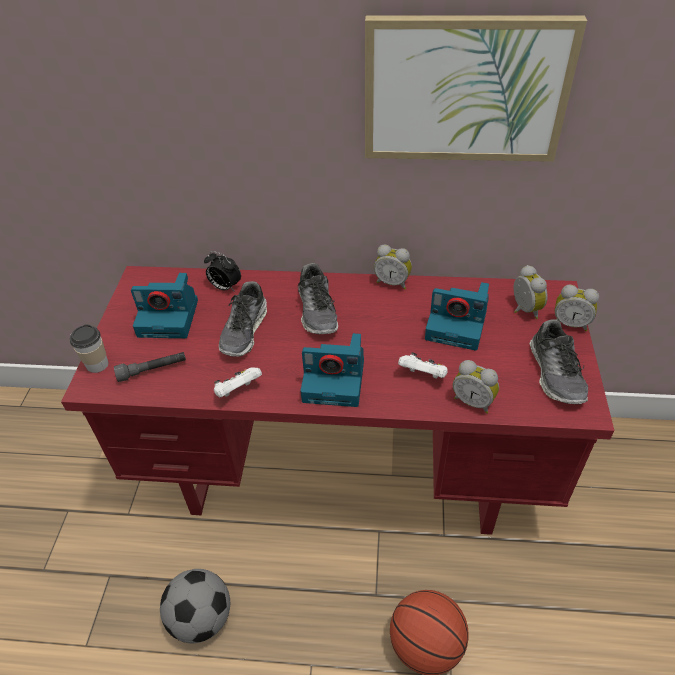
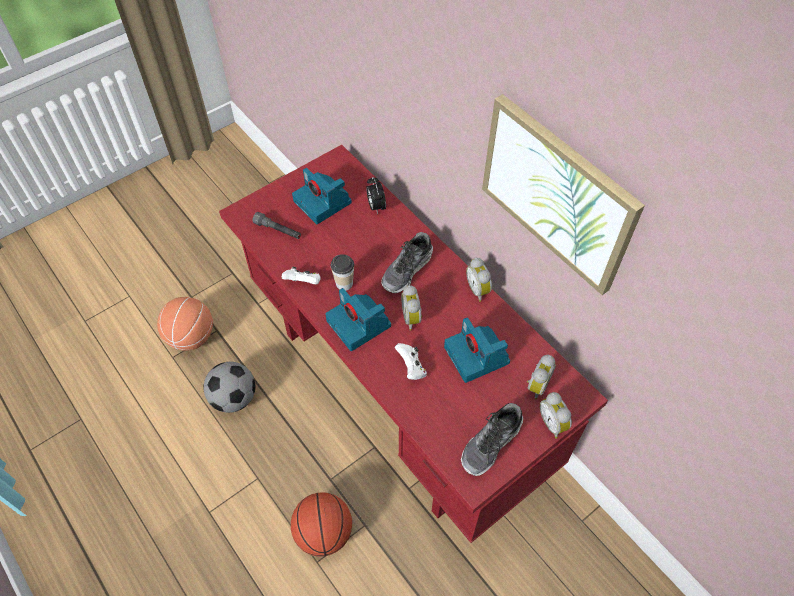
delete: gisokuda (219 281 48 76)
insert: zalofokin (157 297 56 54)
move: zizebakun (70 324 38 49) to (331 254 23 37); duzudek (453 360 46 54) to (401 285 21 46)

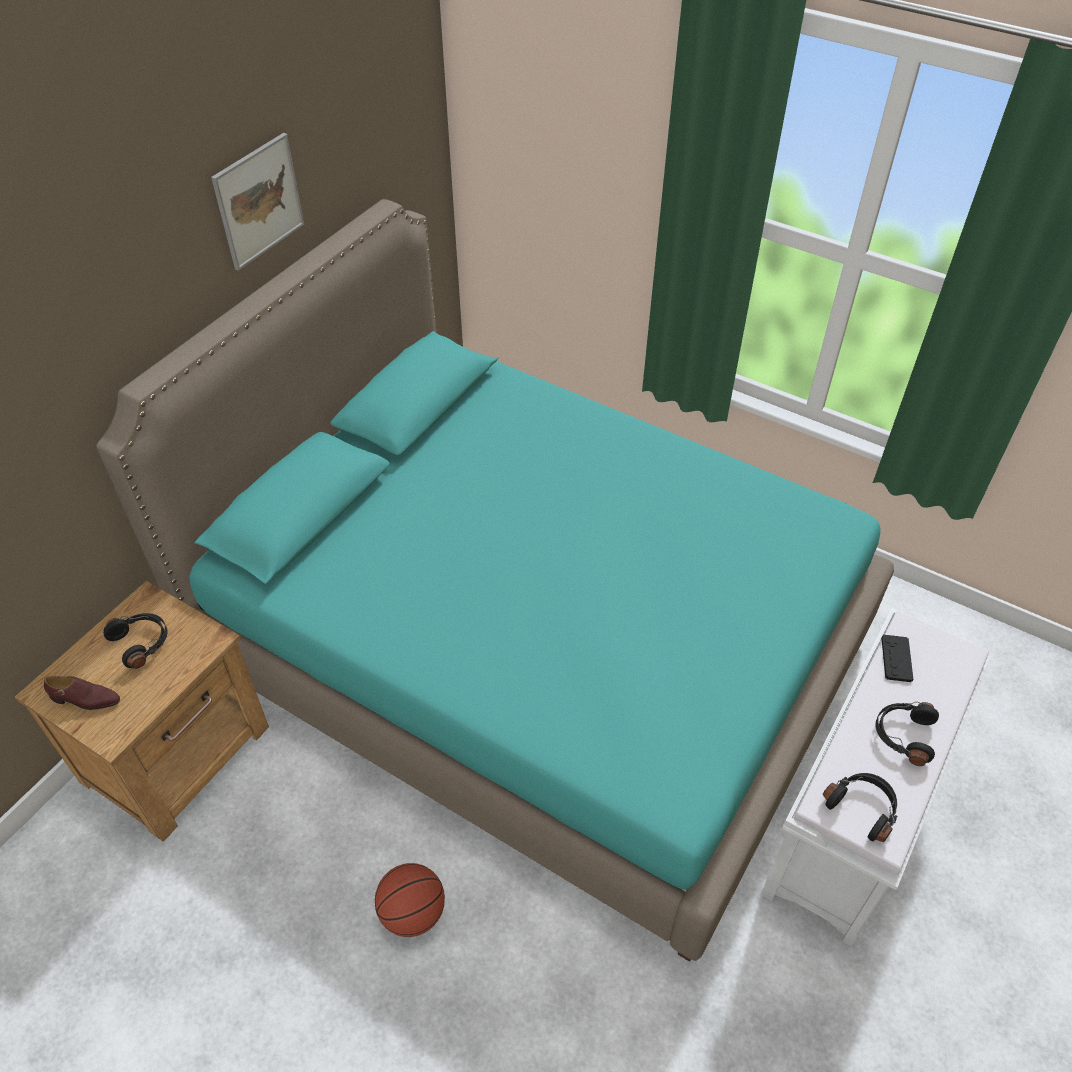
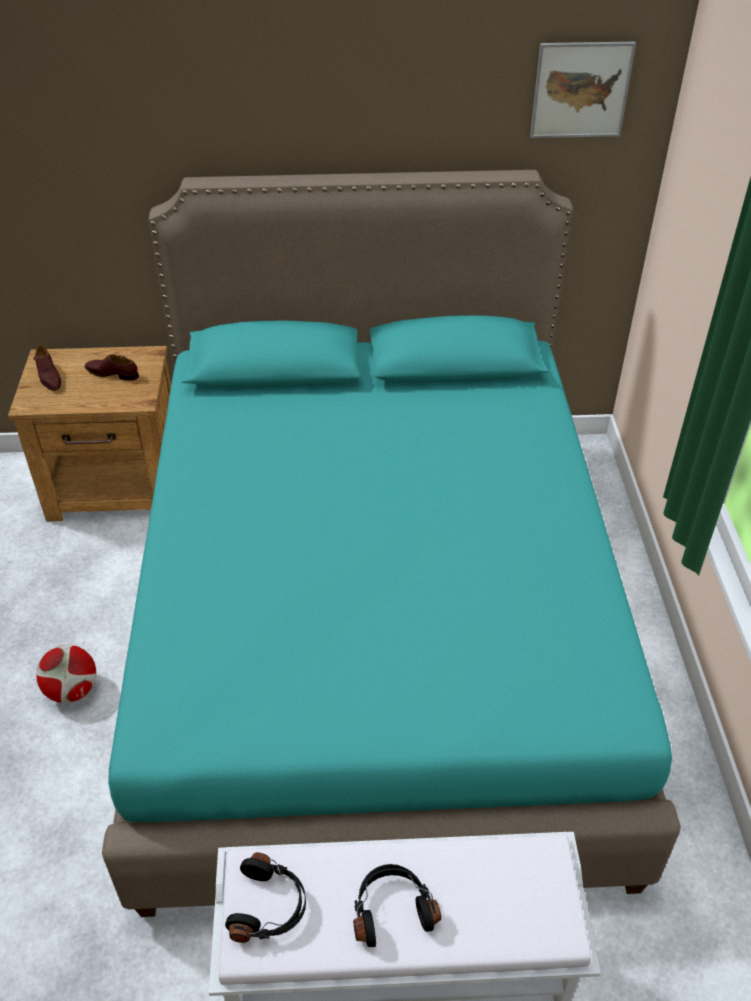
delete: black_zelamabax (881 635 32 47)
move: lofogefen (211 133 93 138) to (530 42 106 96)
replace: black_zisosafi (103 613 65 56) to brown_gisokuda (85 354 54 26); zalofokin (375 863 70 74) to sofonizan (36 644 60 59)

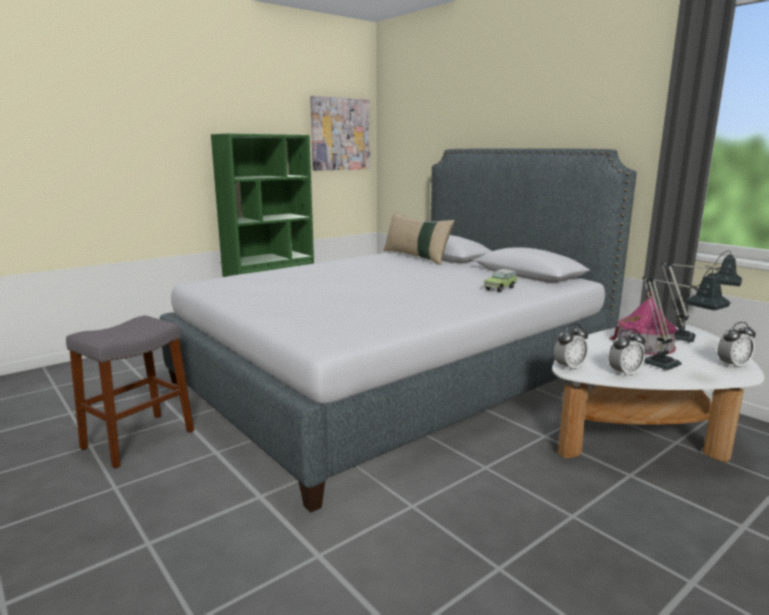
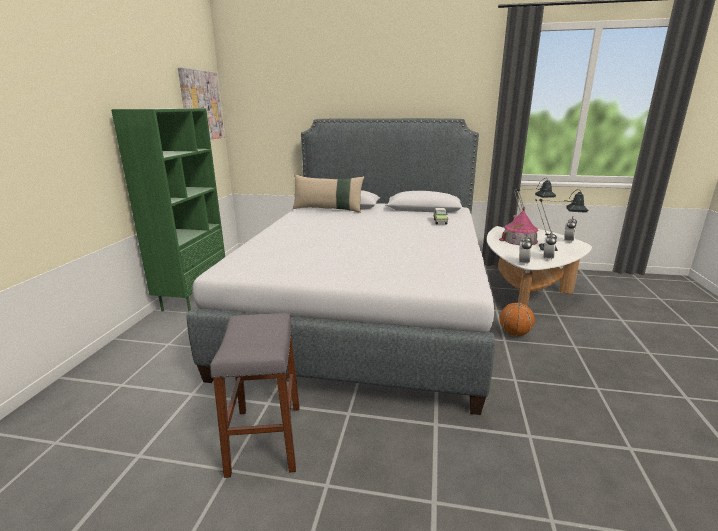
insert: zalofokin (499 303 36 33)

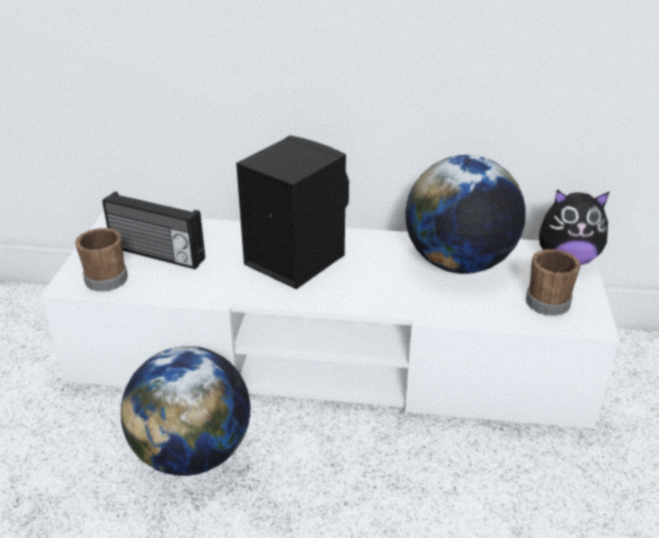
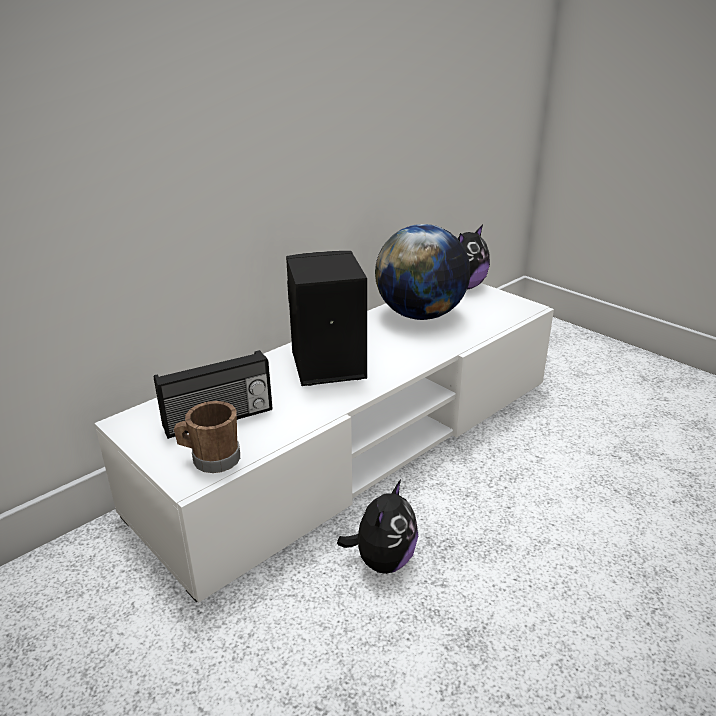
delete: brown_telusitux (526 249 55 67)
replace: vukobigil (121 346 130 130) to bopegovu (337 479 81 95)

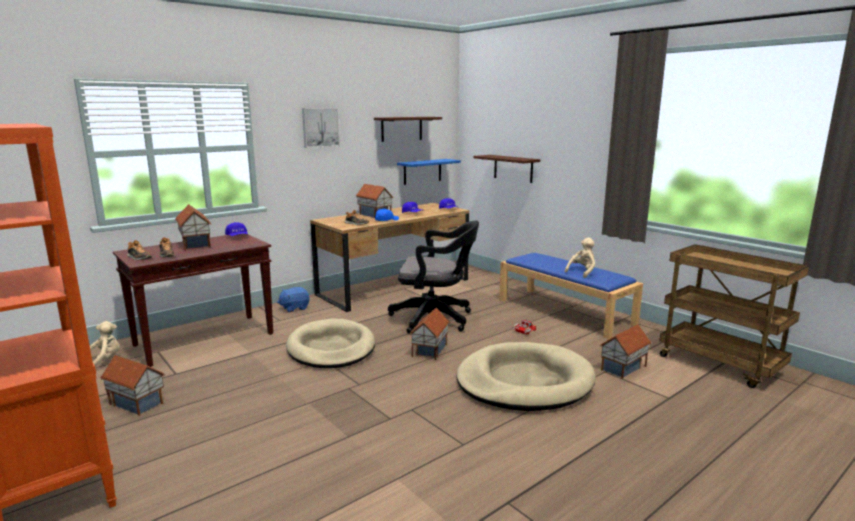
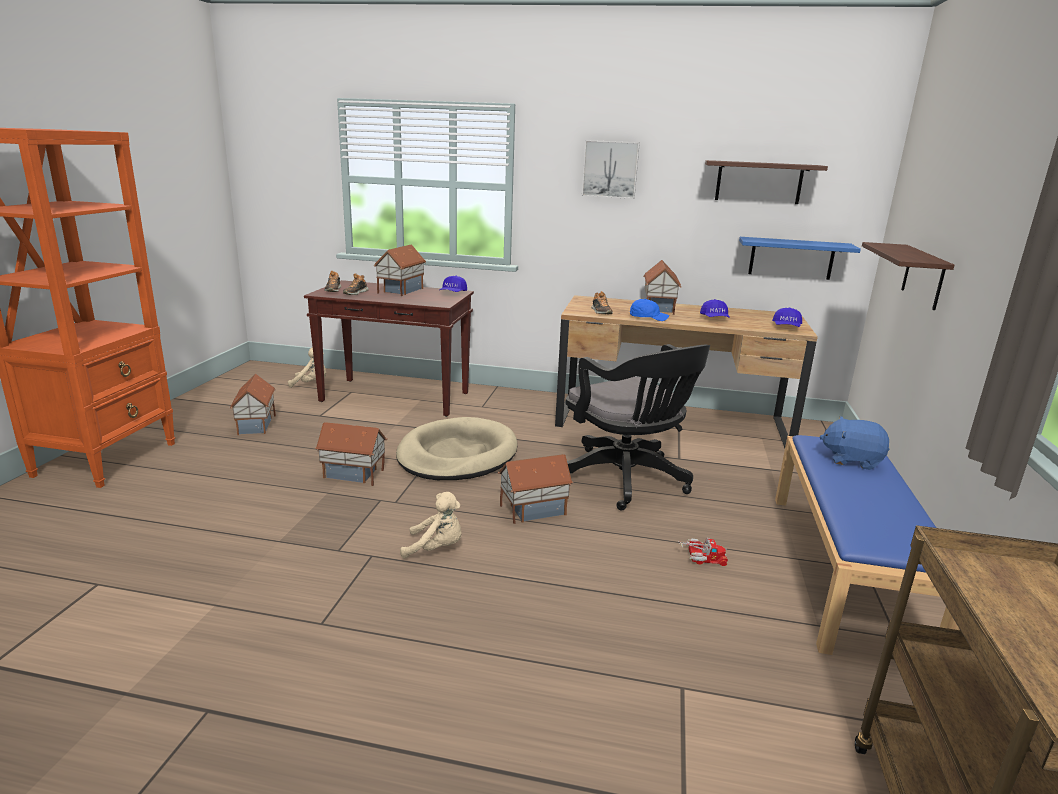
delete: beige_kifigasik (456 342 140 69)
move: beige_bopegovu (565 237 30 41) to (400 492 62 67); blue_bopegovu (277 287 33 25) to (820 416 69 54); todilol (600 324 51 55) to (315 422 73 64)

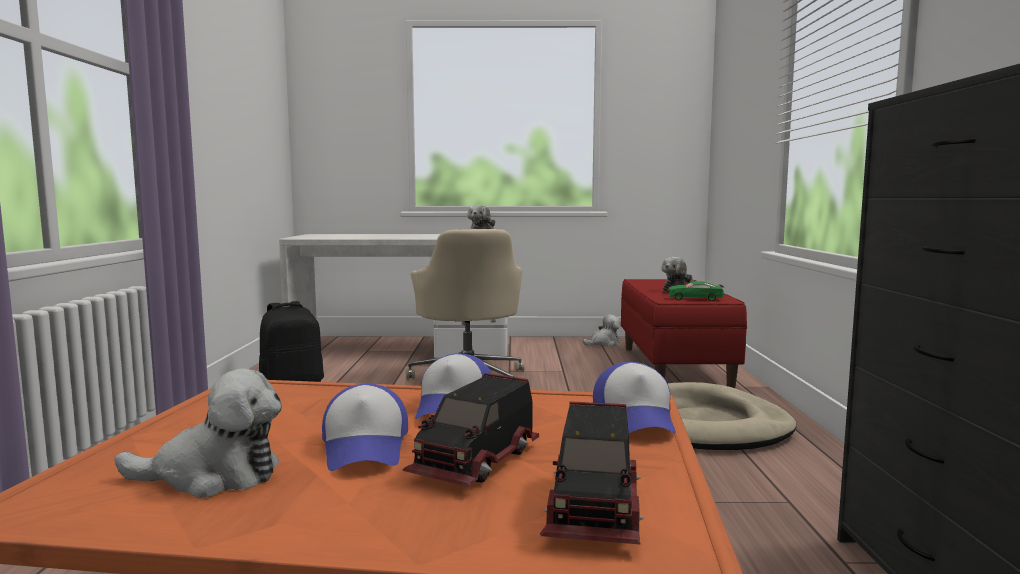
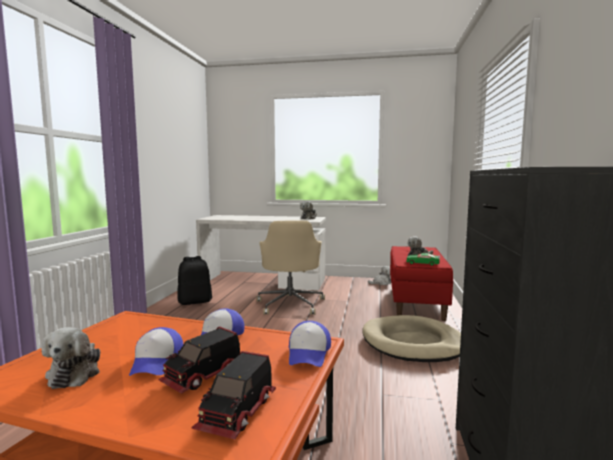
rotate: bopegovu (114 368 168 130) = (41 327 59 62) 75 degrees clockwise

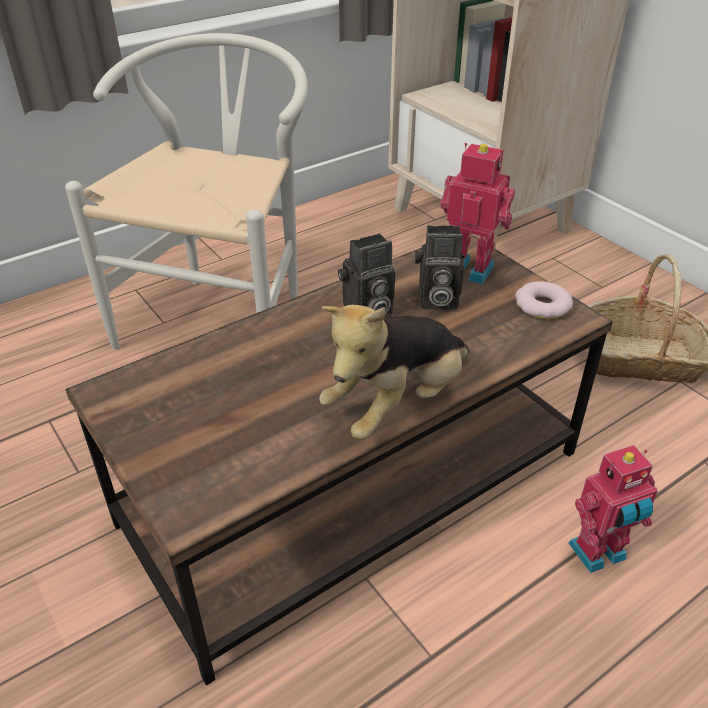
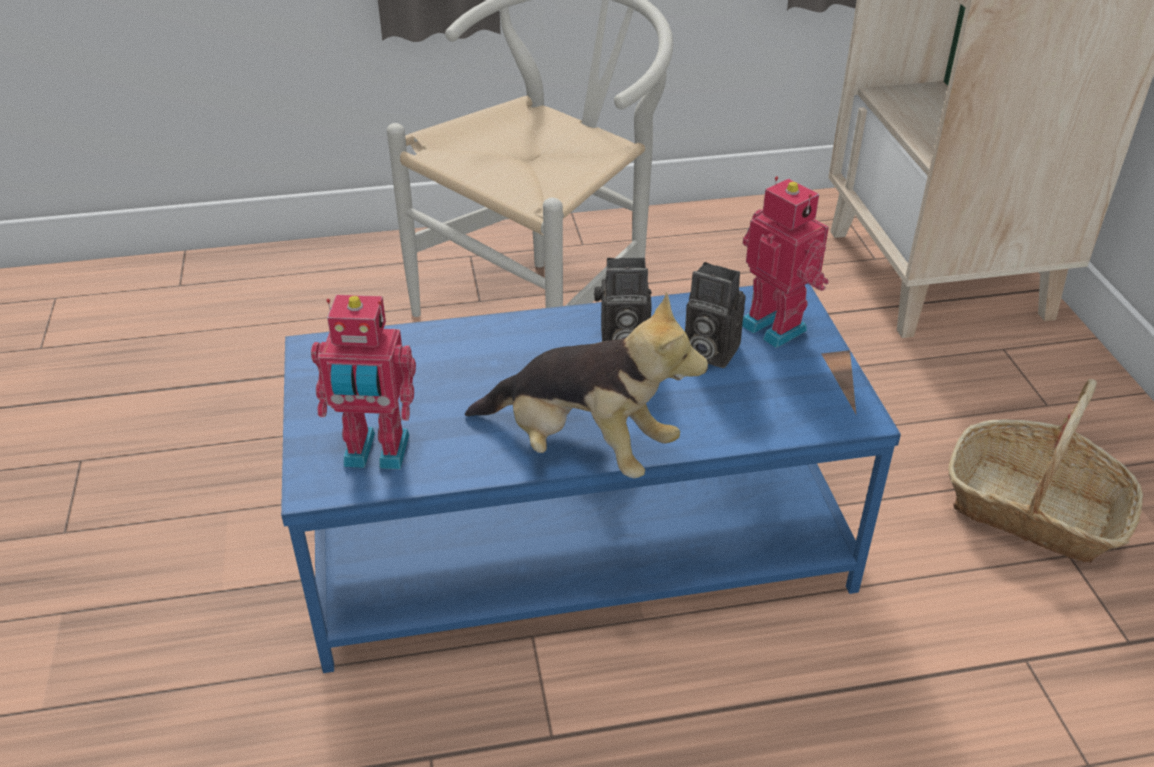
delete: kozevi (515 281 58 38)
move: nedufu (568 445 90 128) to (311 295 105 175)
recolor: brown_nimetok (65 233 548 452) to blue_nimetok (281 283 620 390)
rotate: bopegovu (319 305 150 135) = (465 291 243 187) 135 degrees counterclockwise

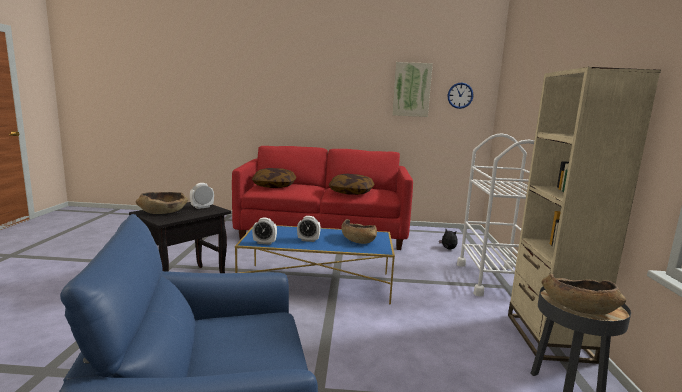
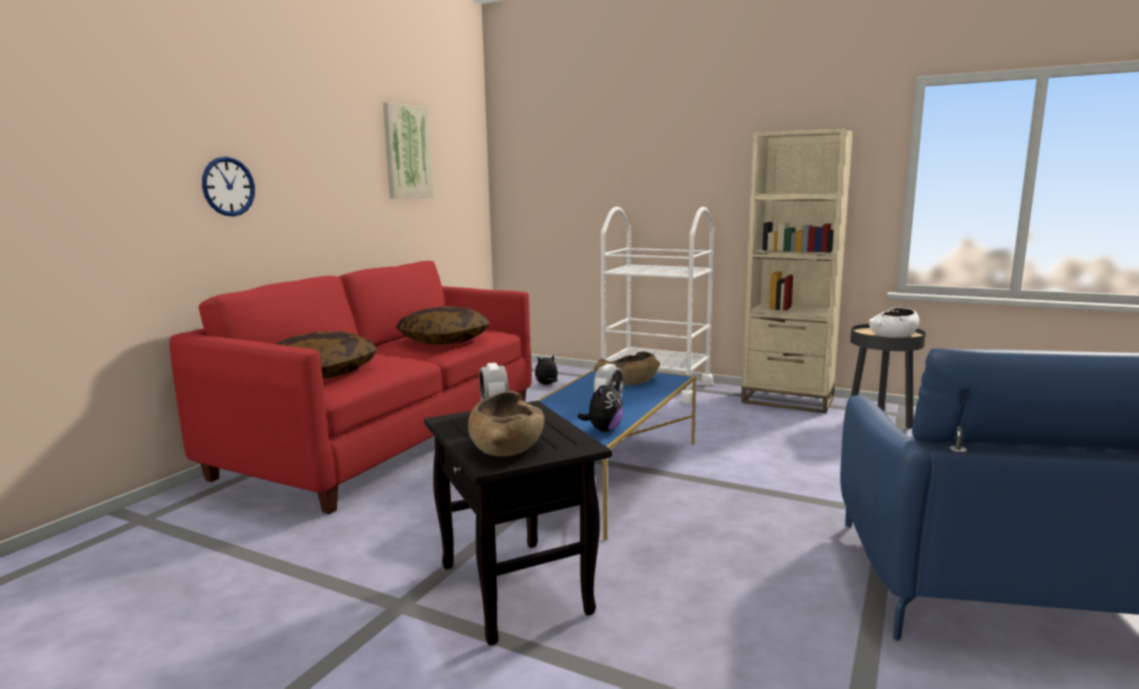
move: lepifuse (447 83 26 26) to (202 157 53 60)
replace: duzudek (252 218 25 27) to bopegovu (577 378 46 54)
recolor: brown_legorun (541 274 85 41) to white_legorun (869 307 50 31)

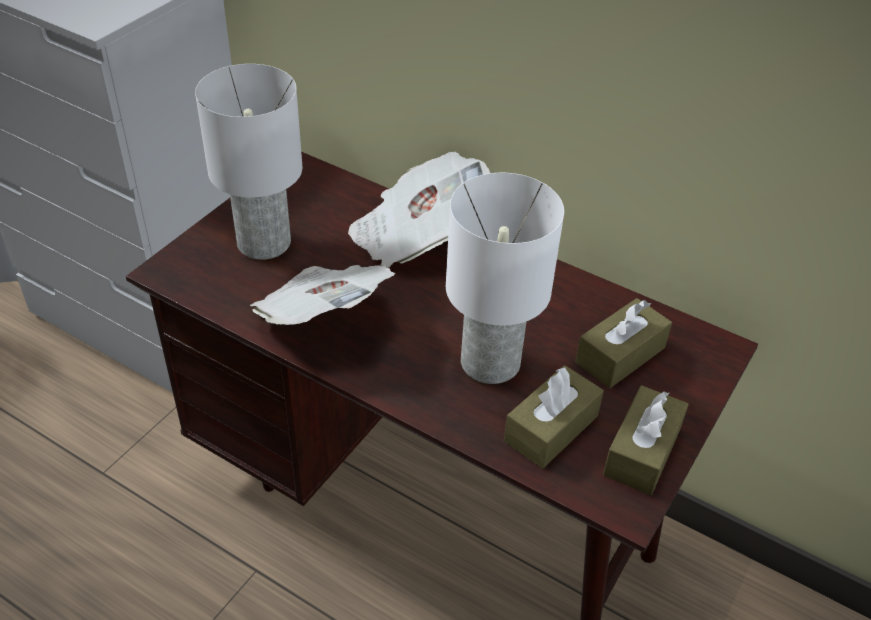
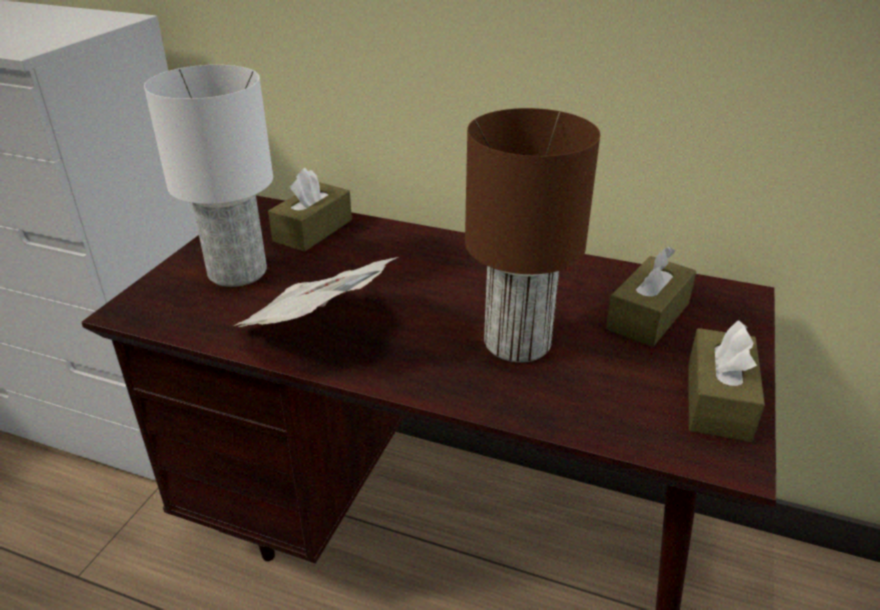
delete: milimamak (348 152 142 116)
move: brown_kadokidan (504 365 100 104) to (268 168 84 84)
recolor: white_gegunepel (446 173 118 211) to brown_gegunepel (465 108 135 254)

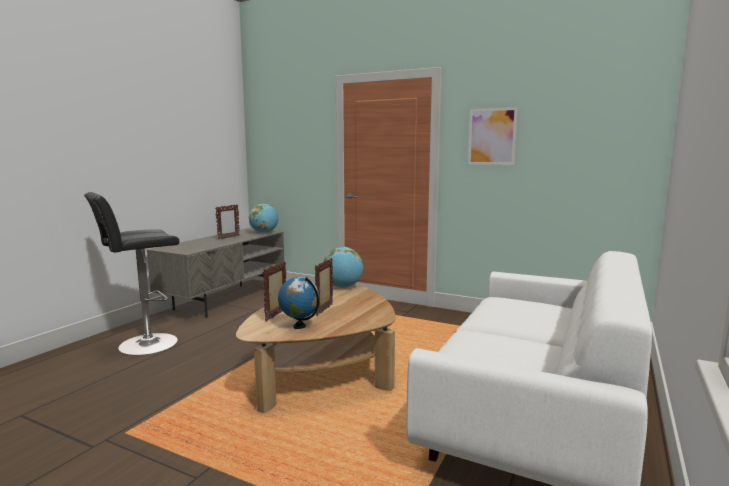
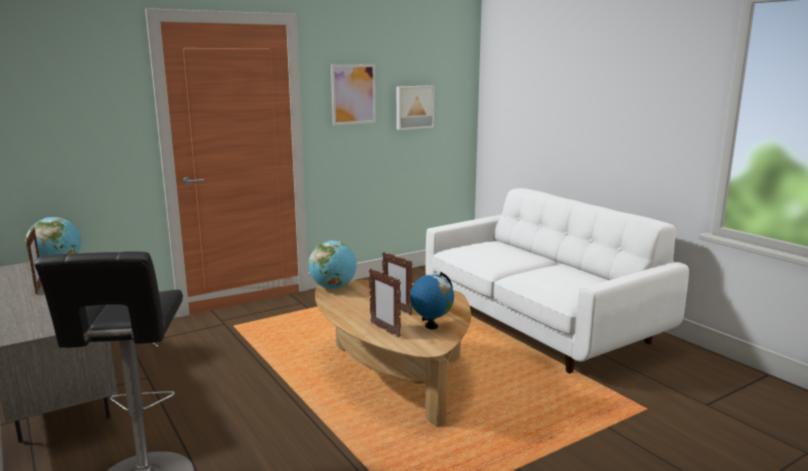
insert: lofogefen (396 85 38 45)

